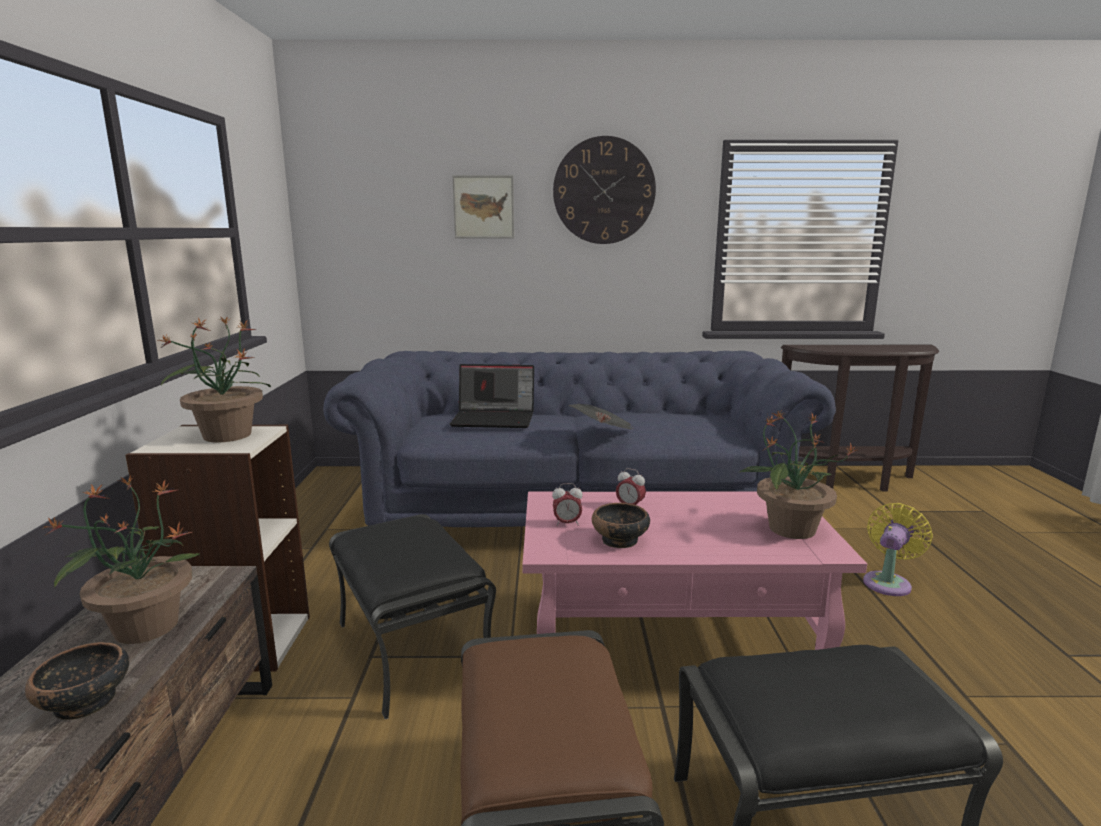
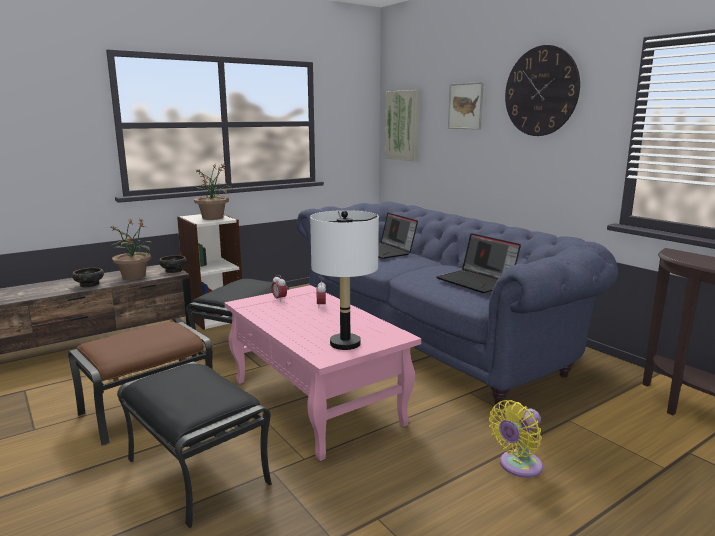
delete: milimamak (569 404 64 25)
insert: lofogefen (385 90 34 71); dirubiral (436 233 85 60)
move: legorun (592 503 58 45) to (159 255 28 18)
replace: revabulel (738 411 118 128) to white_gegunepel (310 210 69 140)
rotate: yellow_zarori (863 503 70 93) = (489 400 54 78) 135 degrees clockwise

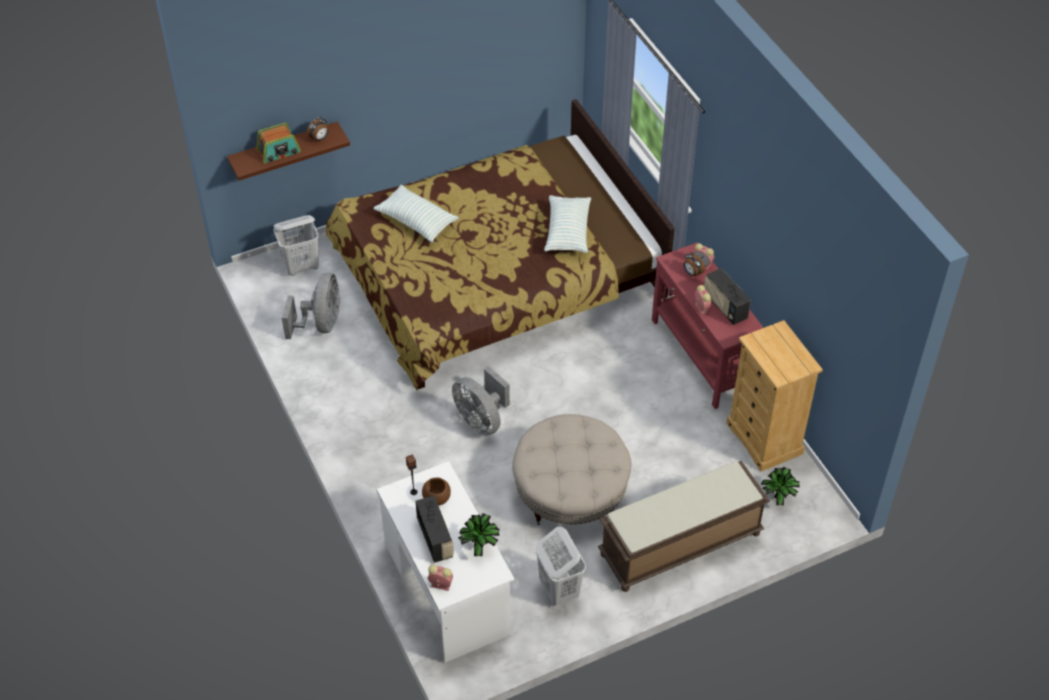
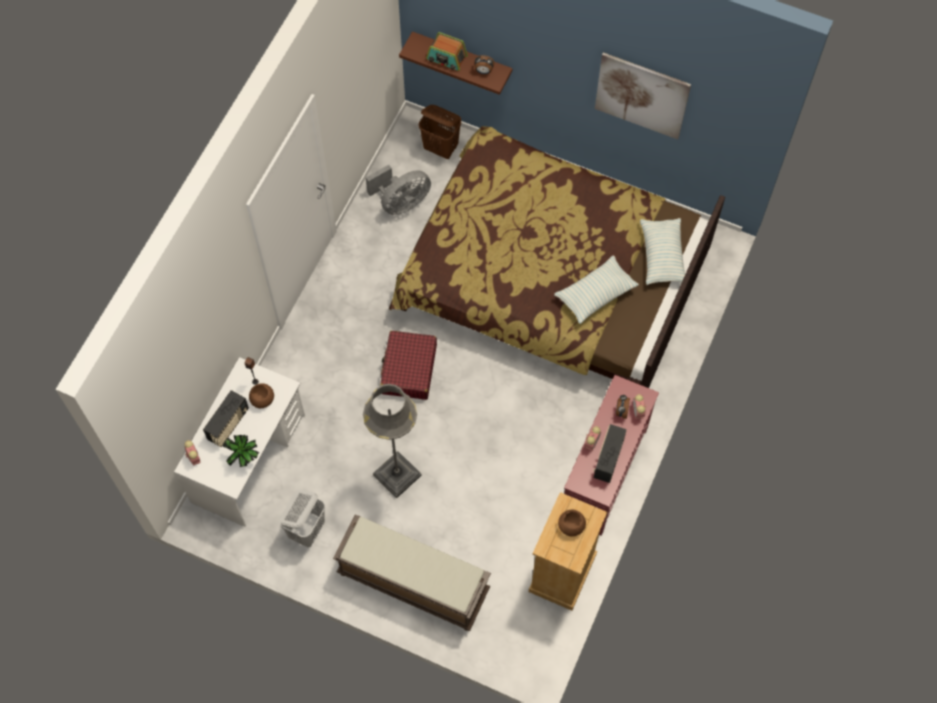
delete: revabulel (761 467 39 39)
insert: lofogefen (595 53 96 86); brown_legorun (558 510 28 26)
move: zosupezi (373 185 86 58) to (640 218 45 67)
replace: grey_zarori (452 366 58 70) to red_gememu (380 331 57 69); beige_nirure (512 414 119 111) to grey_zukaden (363 384 59 114)
recolor: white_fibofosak (273 215 46 60) to brown_fibofosak (419 105 42 54)

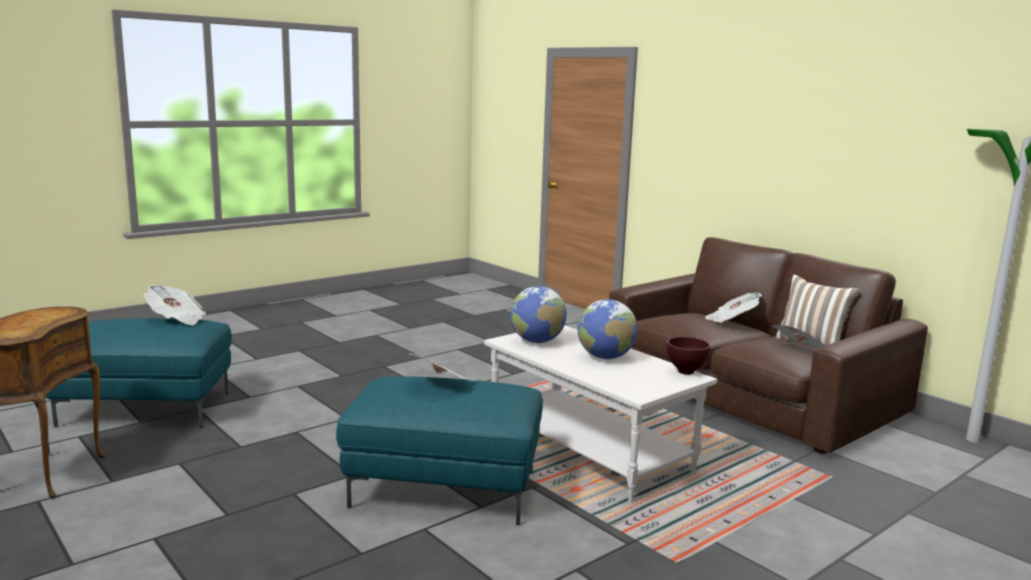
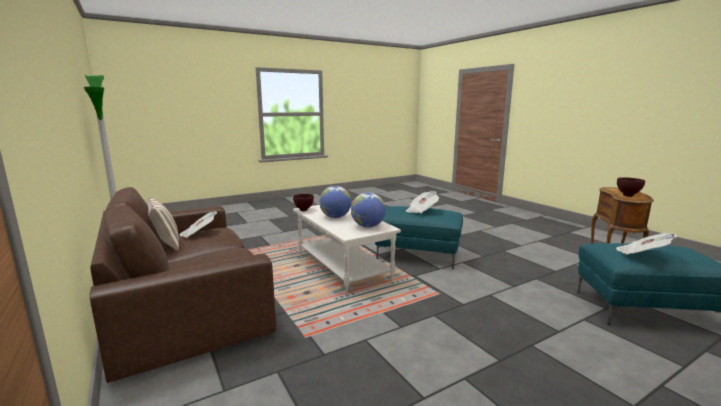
delete: milimamak (705 293 57 30)
insert: brown_legorun (617 177 28 20)

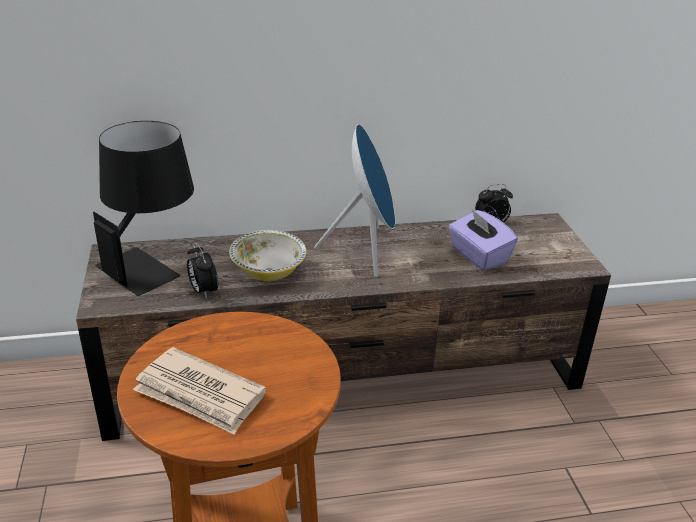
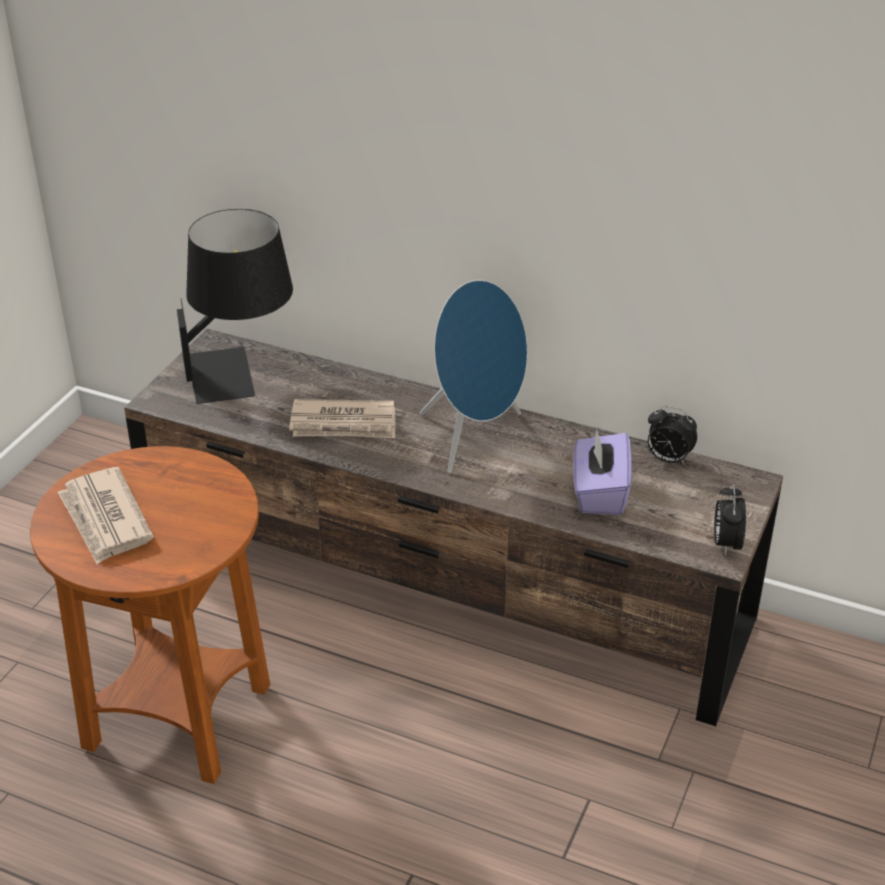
move: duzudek (187 243 31 56) to (714 484 32 72)
replace: legorun (229 230 77 51) to milimamak (289 399 106 39)

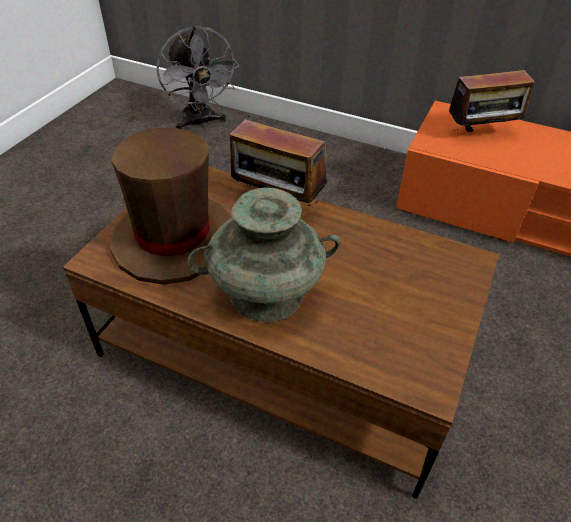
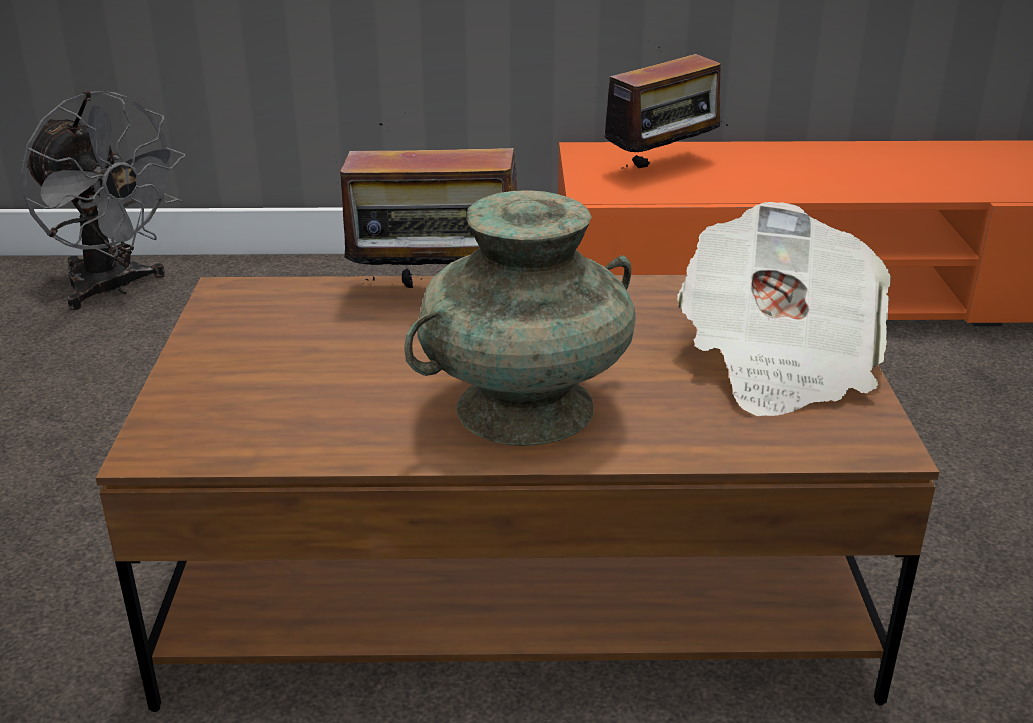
delete: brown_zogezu (110 128 122 157)
insert: milimamak (677 202 214 214)

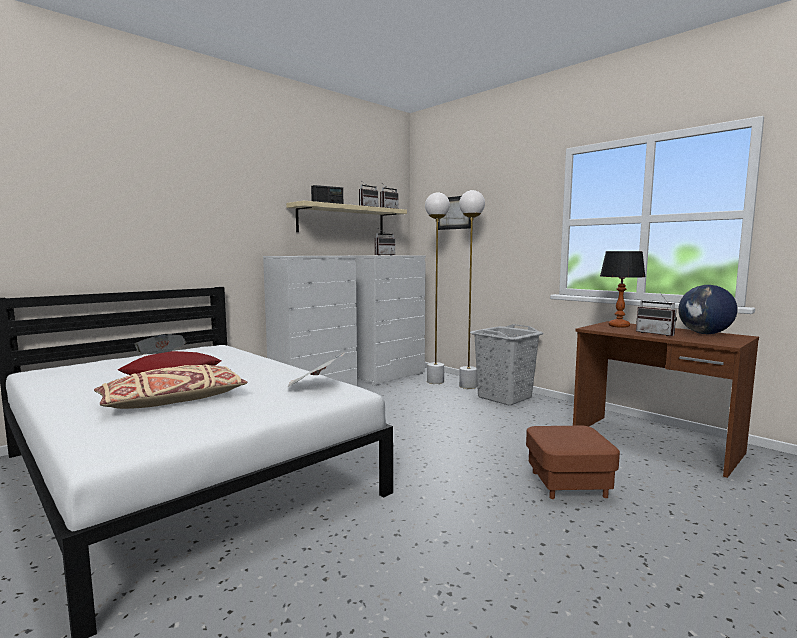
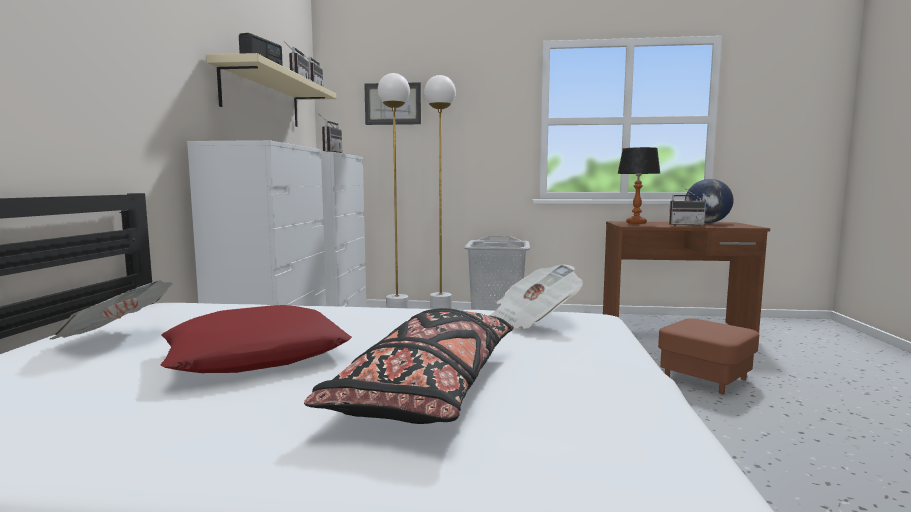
recolor: beige_zosupezi (94 365 154 44) to black_zosupezi (304 308 210 116)

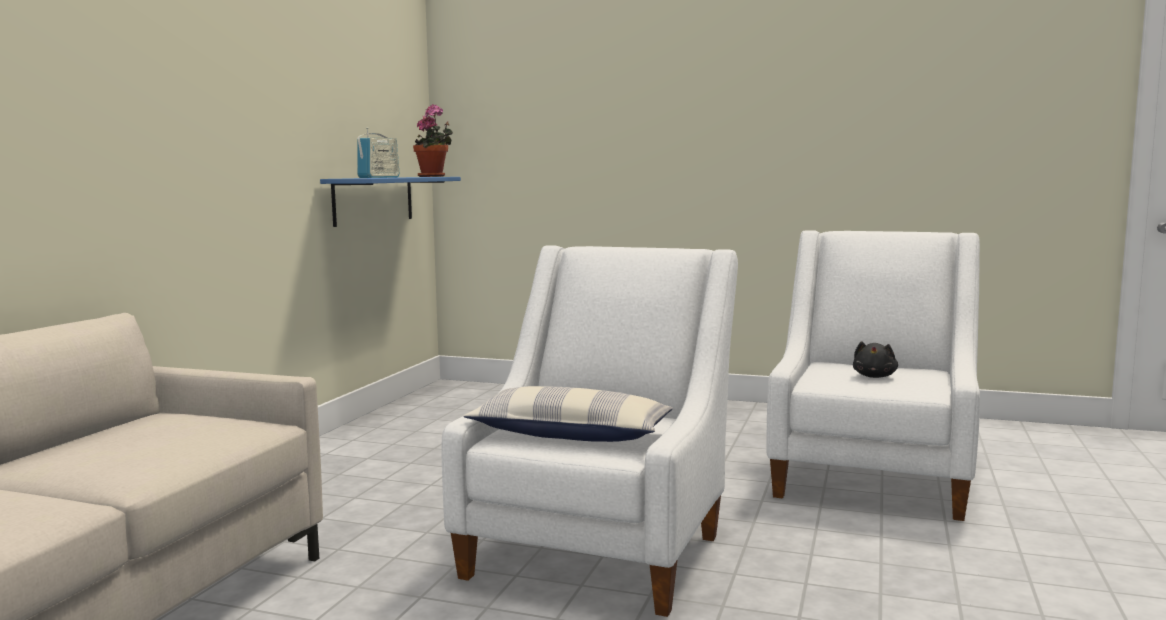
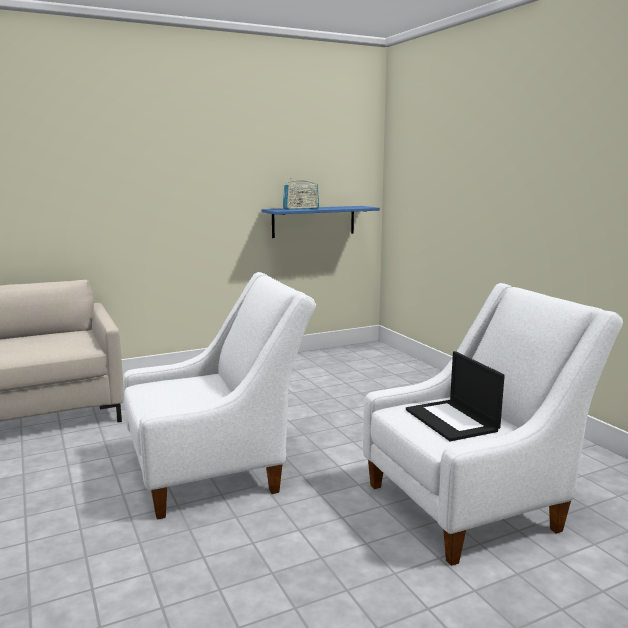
delete: revabulel (413 104 40 73); zosupezi (463 386 210 56)
replace: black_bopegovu (853 341 45 37) to dirubiral (406 351 99 90)

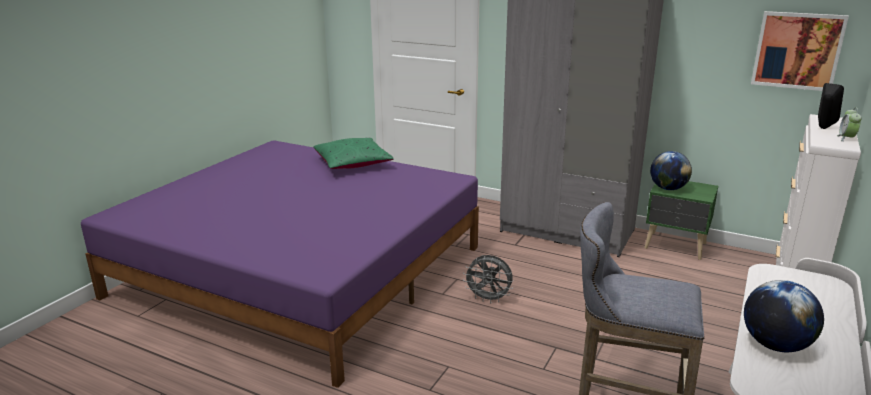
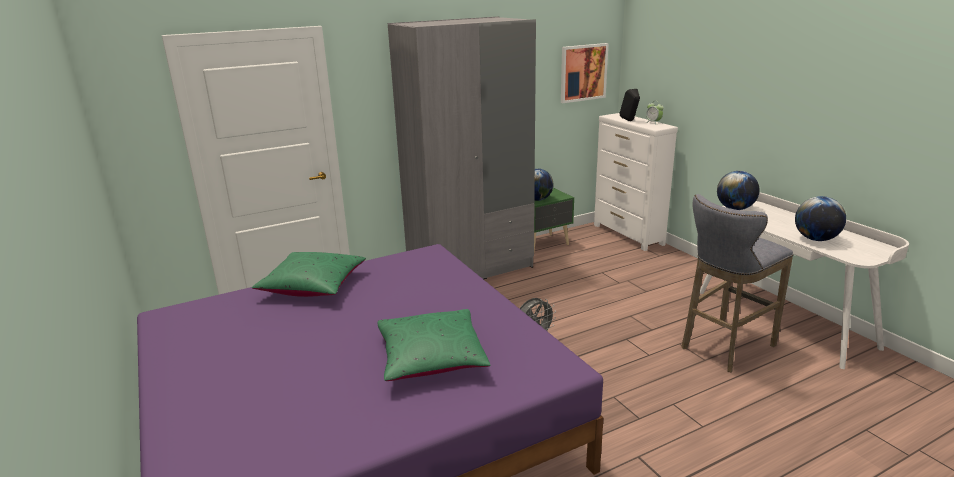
insert: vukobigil (717 171 43 39); green_zosupezi (378 309 113 72)

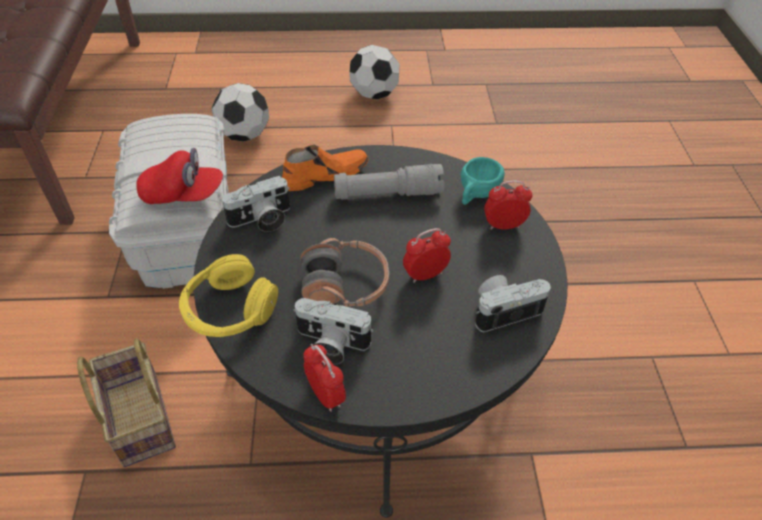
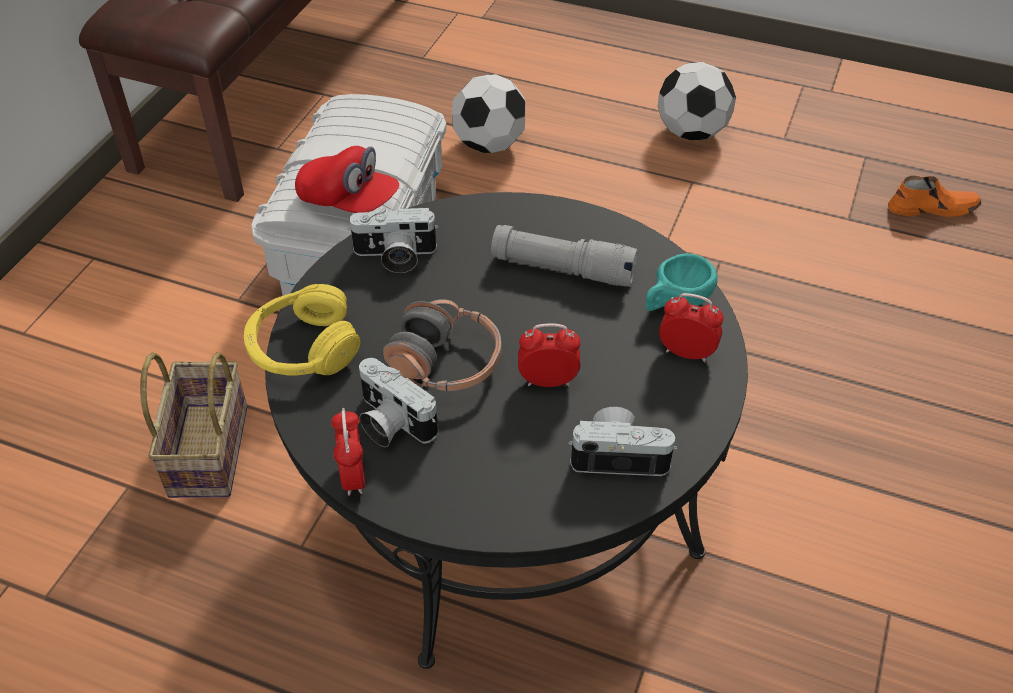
move: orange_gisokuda (282 144 87 47) to (888 176 94 41)

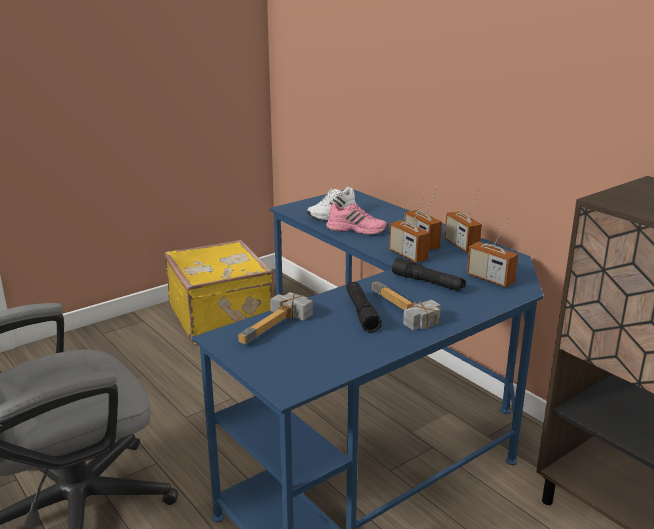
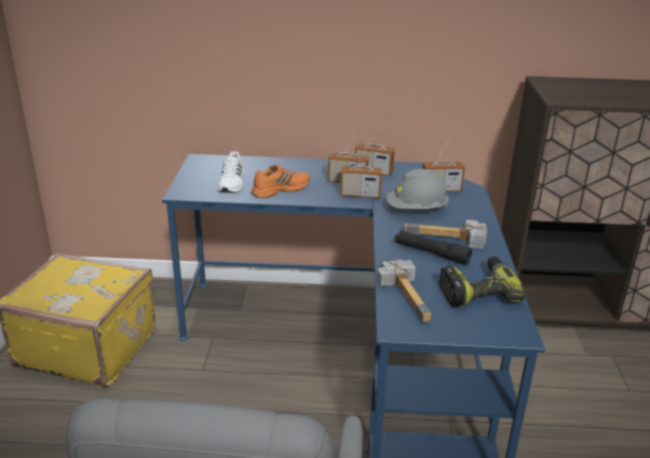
insert: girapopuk (439 256 88 51)
replace: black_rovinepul (392 258 74 33) to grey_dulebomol (386 169 63 40)
recolor: pink_gisokuda (326 203 62 32) to orange_gisokuda (251 165 59 33)

